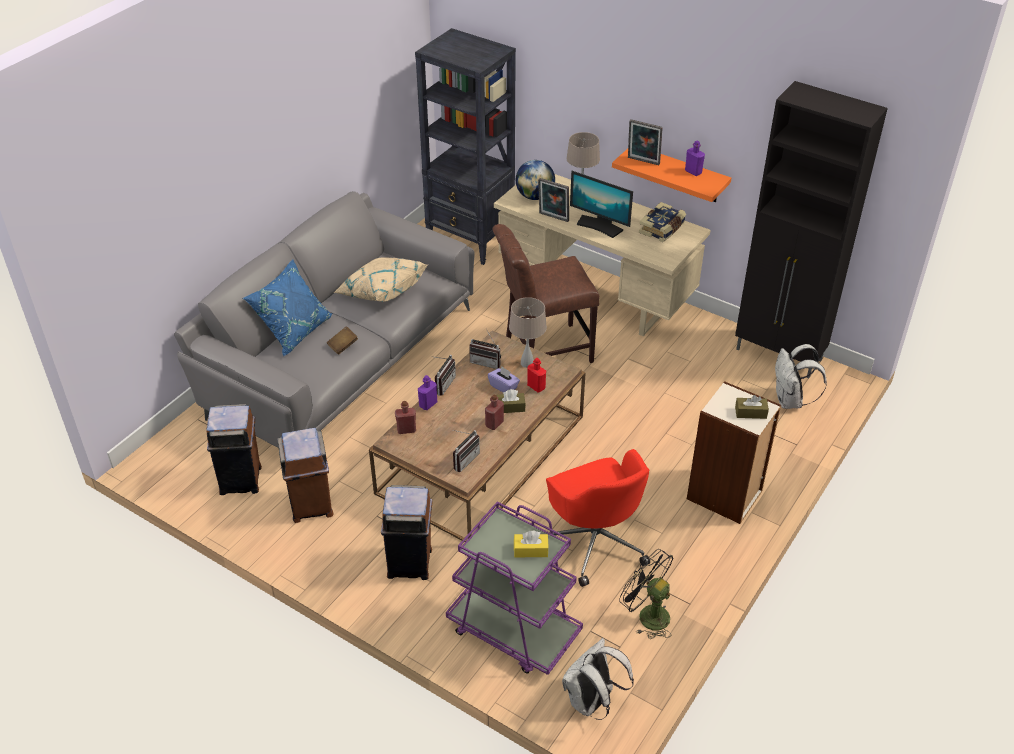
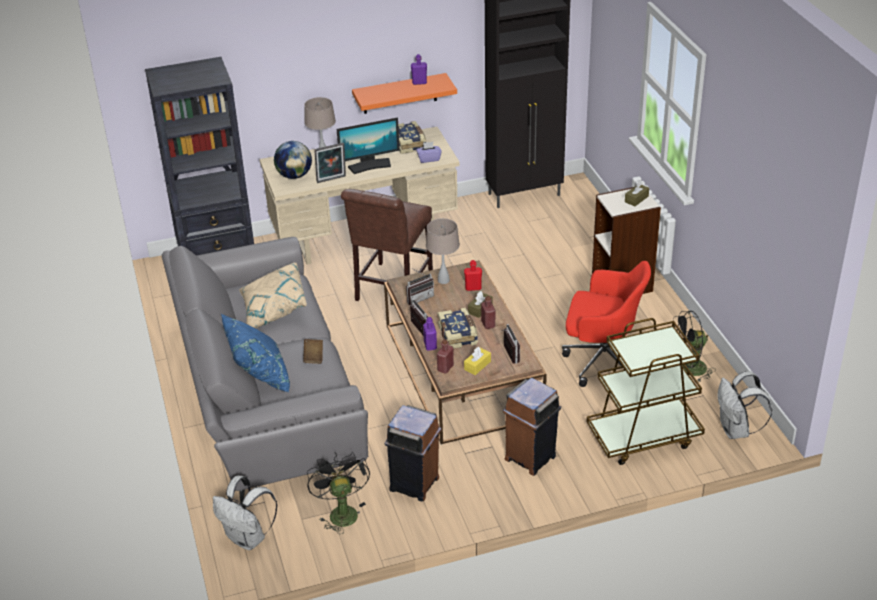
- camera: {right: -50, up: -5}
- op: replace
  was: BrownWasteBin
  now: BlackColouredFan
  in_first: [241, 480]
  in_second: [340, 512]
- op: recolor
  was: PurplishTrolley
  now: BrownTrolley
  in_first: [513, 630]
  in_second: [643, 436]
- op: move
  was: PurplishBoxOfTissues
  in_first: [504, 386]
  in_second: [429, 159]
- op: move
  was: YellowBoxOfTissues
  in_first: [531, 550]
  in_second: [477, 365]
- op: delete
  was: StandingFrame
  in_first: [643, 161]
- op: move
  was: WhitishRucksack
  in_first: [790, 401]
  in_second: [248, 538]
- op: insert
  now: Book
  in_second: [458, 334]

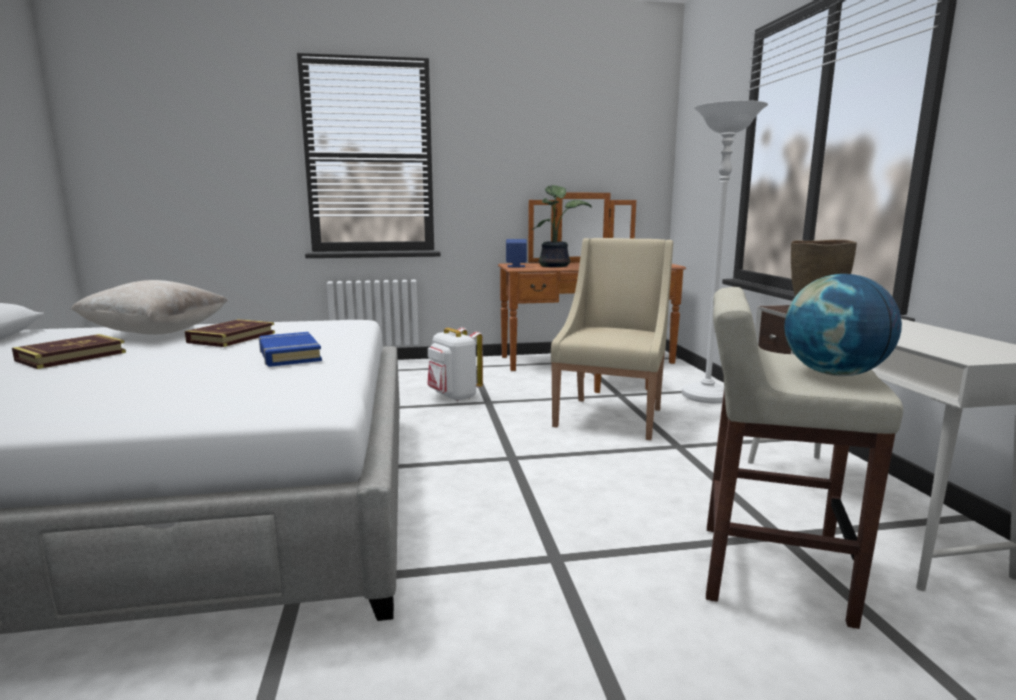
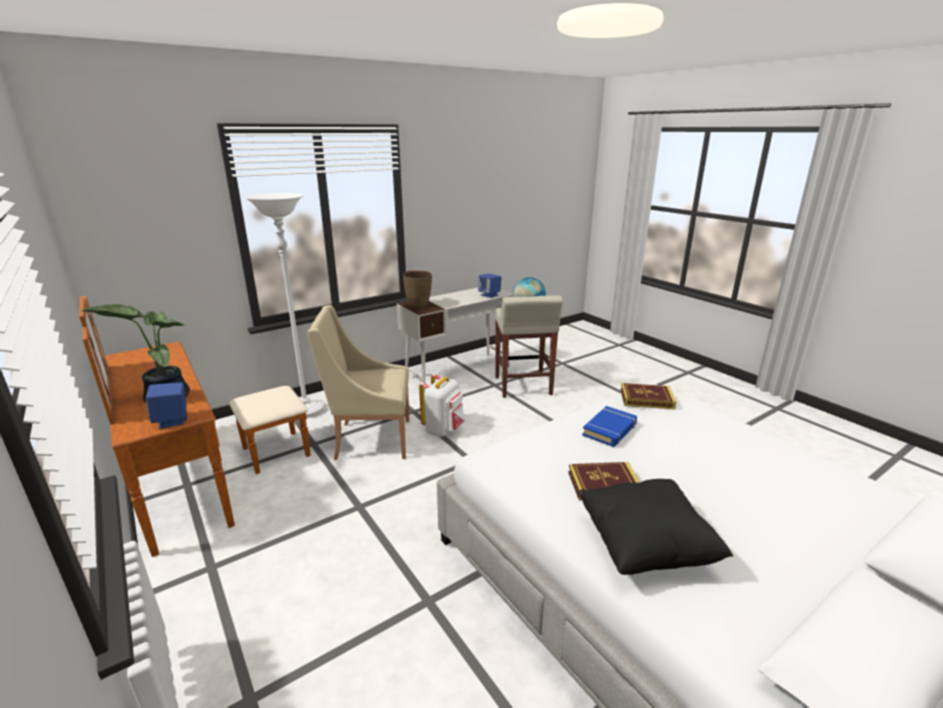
- camera: {right: -115, up: 10}
- op: move
  was: Book
  in_first: [71, 356]
  in_second: [646, 399]
- op: recolor
  was: BeigeColouredCushion
  now: BlackColouredCushion
  in_first: [156, 333]
  in_second: [645, 547]
- op: move
  was: WhitishRucksack
  in_first: [454, 397]
  in_second: [443, 430]
- op: insert
  now: BluishSpeaker
  in_second: [489, 295]

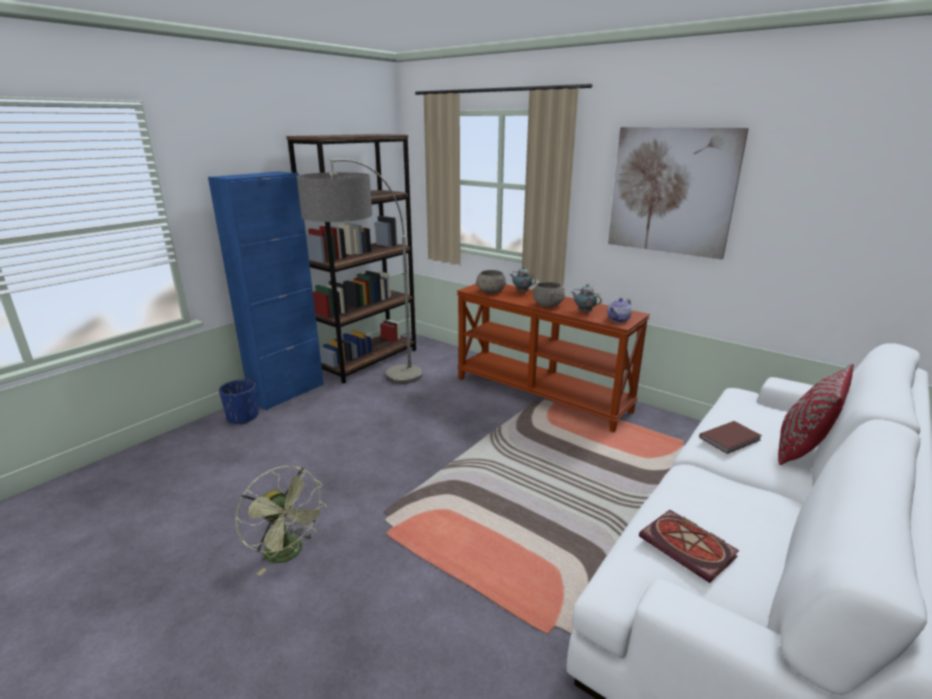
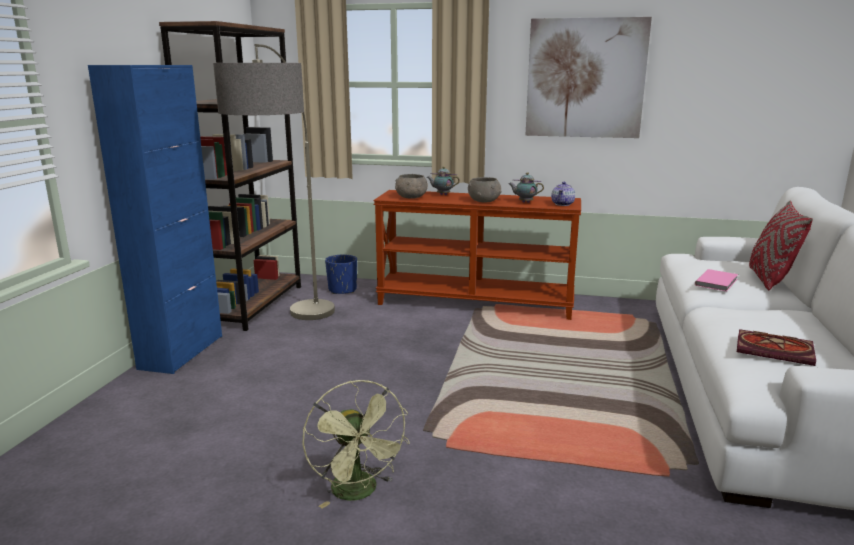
- camera: {right: -25, up: -5}
- op: move
  was: BluishPlantPot
  in_first: [243, 417]
  in_second: [342, 290]
- op: rotate
  was: GreenColouredFan
  in_first: [289, 554]
  in_second: [359, 493]
  clockwise: 45
- op: recolor
  was: BrownBook
  now: PinkBook
  in_first: [731, 439]
  in_second: [717, 282]

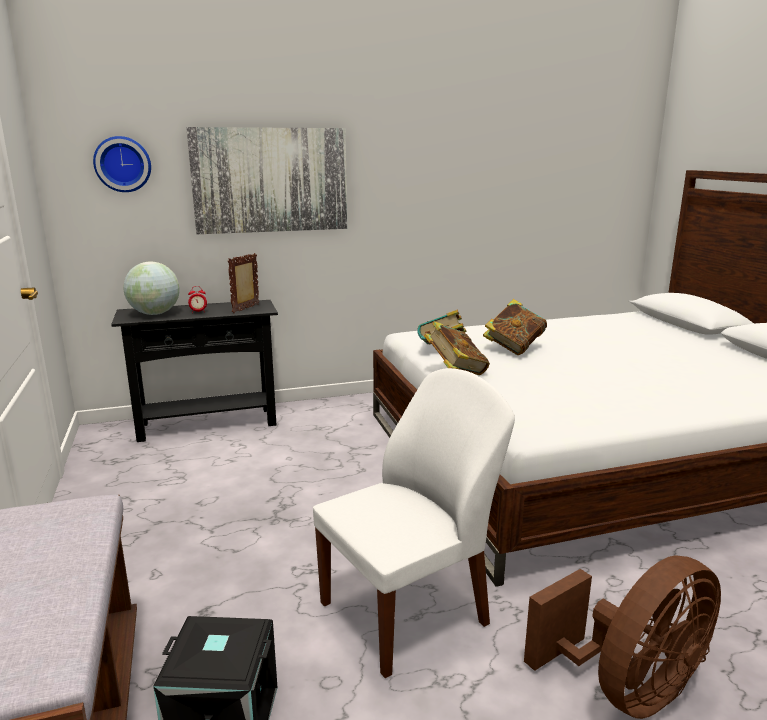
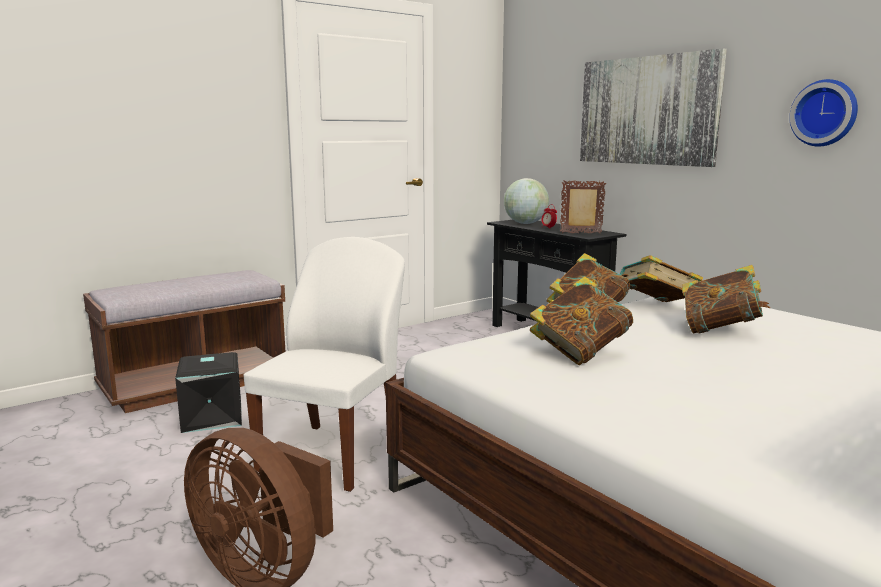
- camera: {right: 70, up: -5}
- op: move
  was: WallClock
  in_first: [123, 164]
  in_second: [825, 113]
- op: rotate
  was: WhitishPlainChair
  in_first: [408, 612]
  in_second: [334, 454]
  clockwise: -105
- op: insert
  now: Book
  in_second: [580, 353]

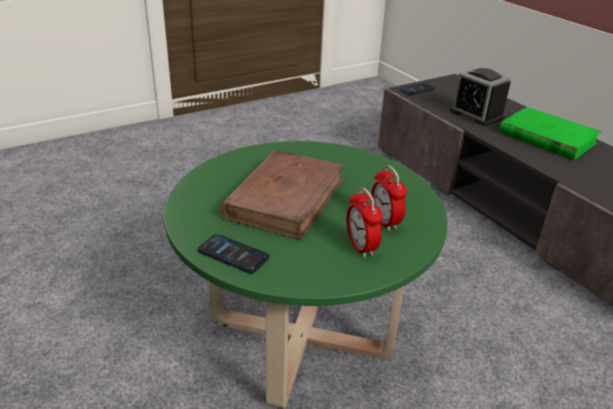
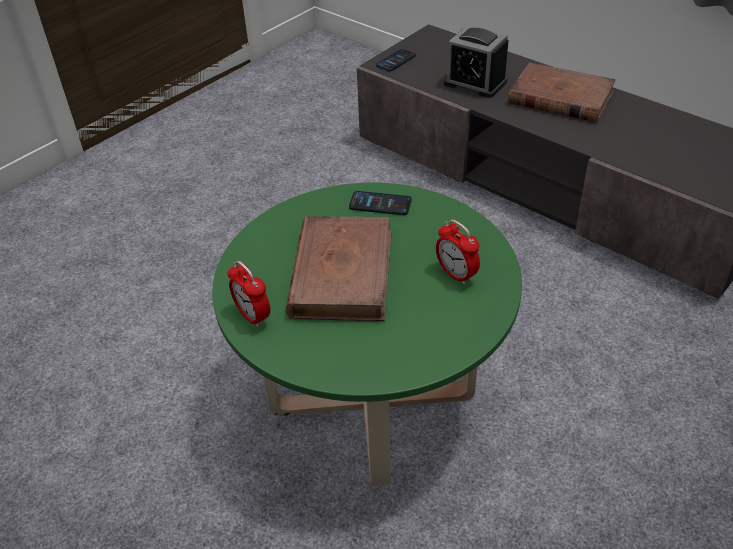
- camera: {right: -15, up: 10}
- op: move
  was: Phone
  in_first: [233, 254]
  in_second: [380, 204]
- op: move
  was: AlarmClock
  in_first: [361, 247]
  in_second: [253, 316]
- op: recolor
  was: GreenColouredBook
  now: BrownBook
  in_first: [546, 137]
  in_second: [559, 98]

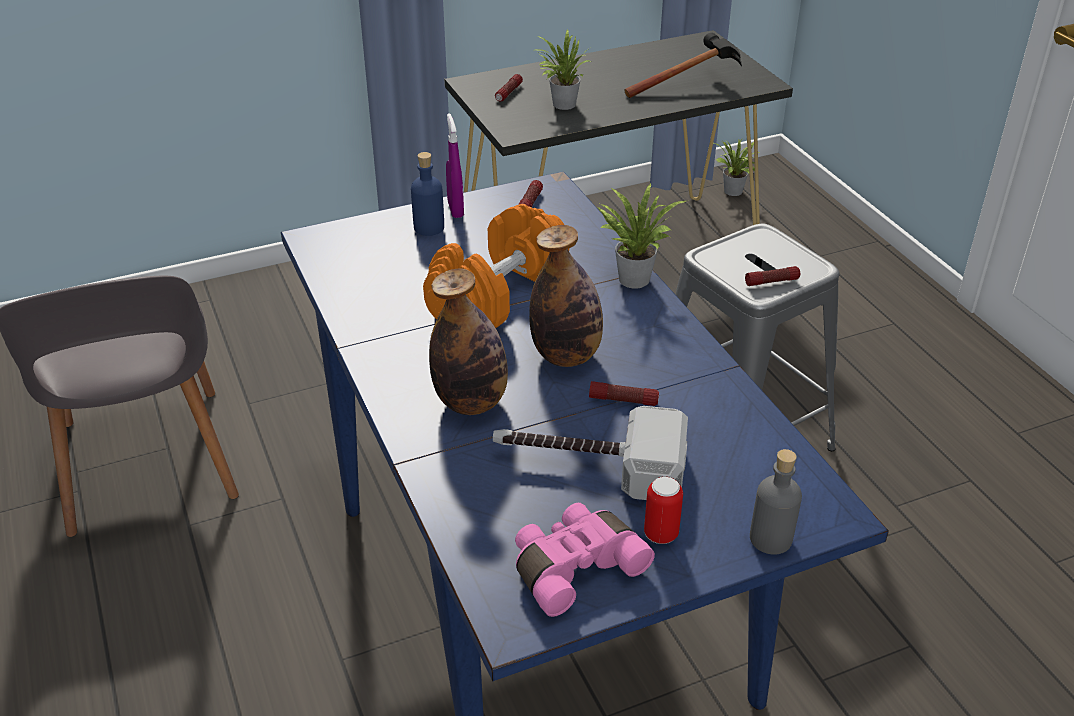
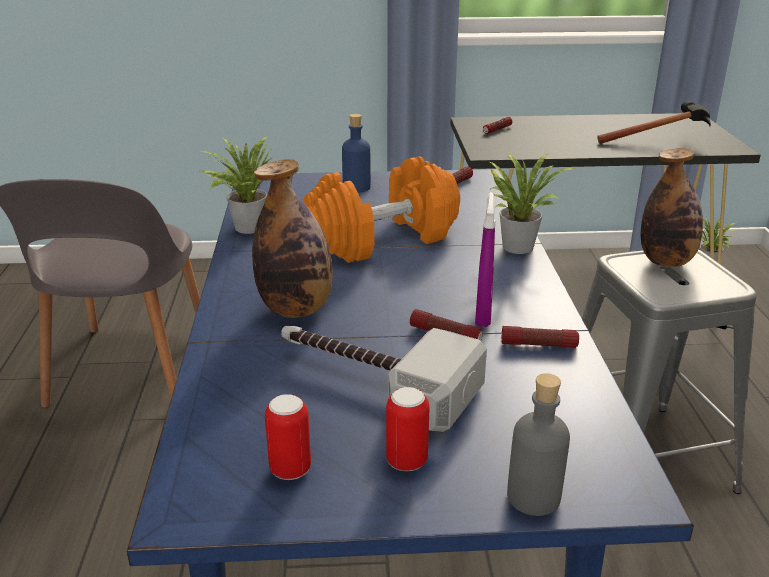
- camera: {right: 20, up: -10}
- op: move
  was: PurplishSprayer
  in_first: [455, 209]
  in_second: [483, 316]
- op: replace
  was: PinkPairOfBinoculars
  now: SealedCan
  in_first: [574, 566]
  in_second: [290, 469]
- op: move
  was: Bottle
  in_first: [566, 356]
  in_second: [666, 262]
- op: move
  was: PlantInAPot
  in_first: [561, 104]
  in_second: [245, 227]
- op: move
  was: HandTorch
  in_first: [772, 281]
  in_second: [538, 345]

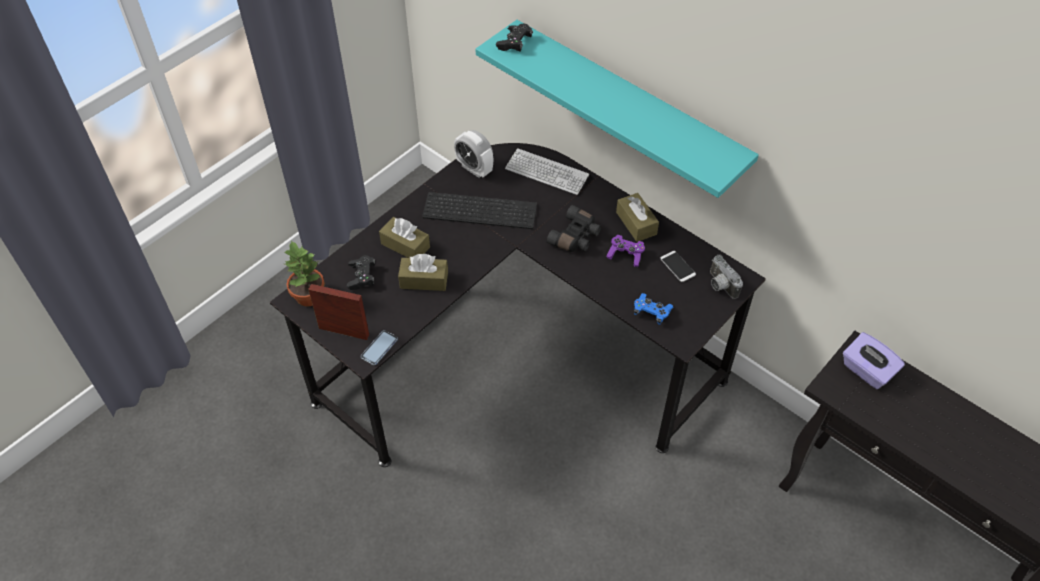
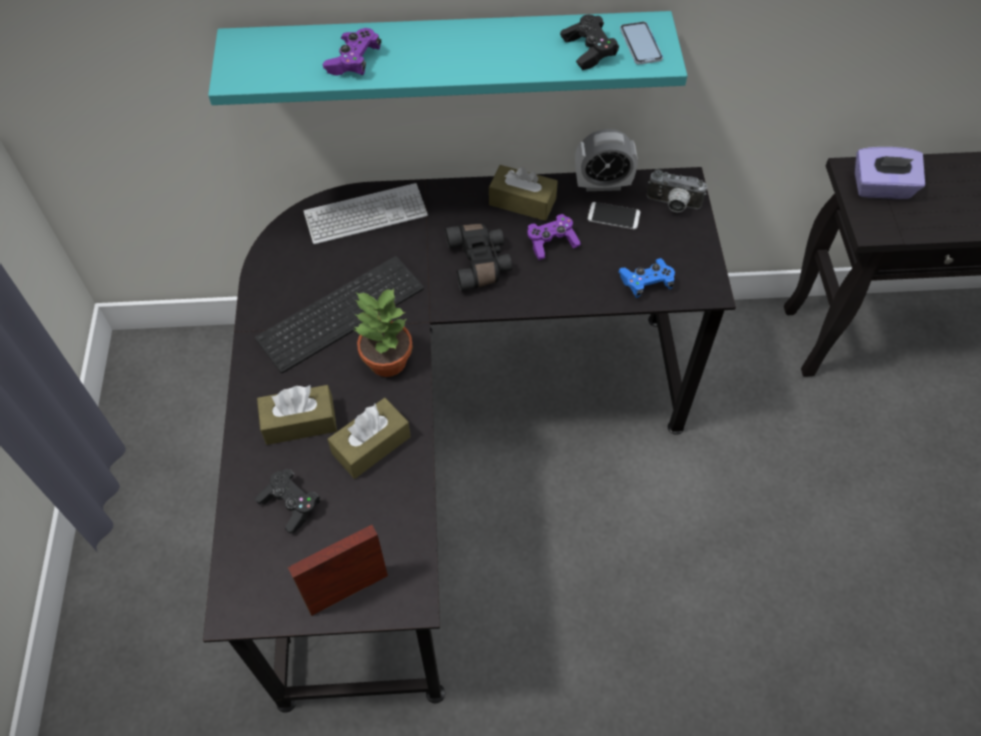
- camera: {right: -45, up: 5}
- op: move
  was: PlantInAPot
  in_first: [308, 295]
  in_second: [386, 361]
- op: move
  was: Phone
  in_first: [379, 348]
  in_second: [640, 44]
- op: move
  was: AlarmClock
  in_first: [474, 168]
  in_second: [602, 184]
- op: move
  was: BlackColouredJoypad
  in_first: [514, 43]
  in_second: [588, 50]
- op: insert
  now: PurplishJoypad
  in_second: [354, 61]

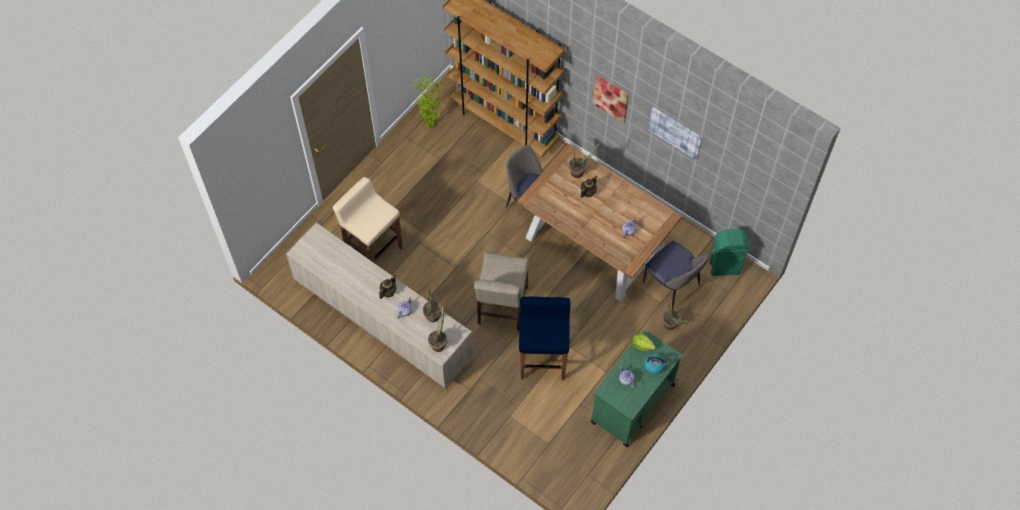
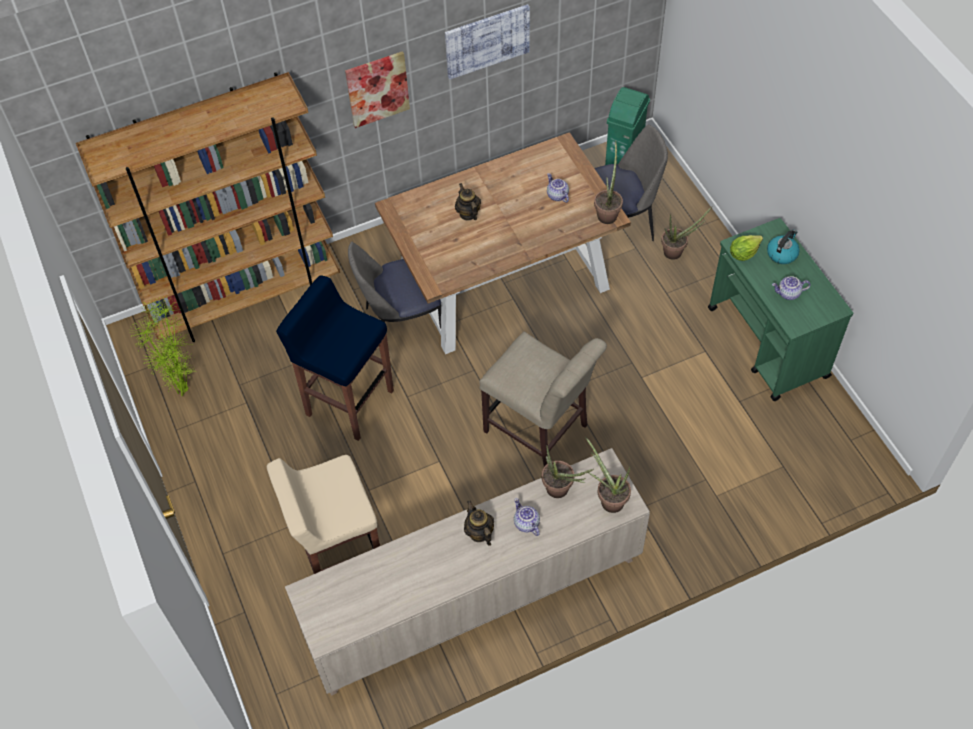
- camera: {right: -60, up: -5}
- op: move
  was: BluishStool
  in_first: [543, 360]
  in_second: [348, 402]
- op: move
  was: PlantInAPot
  in_first: [579, 172]
  in_second: [607, 213]

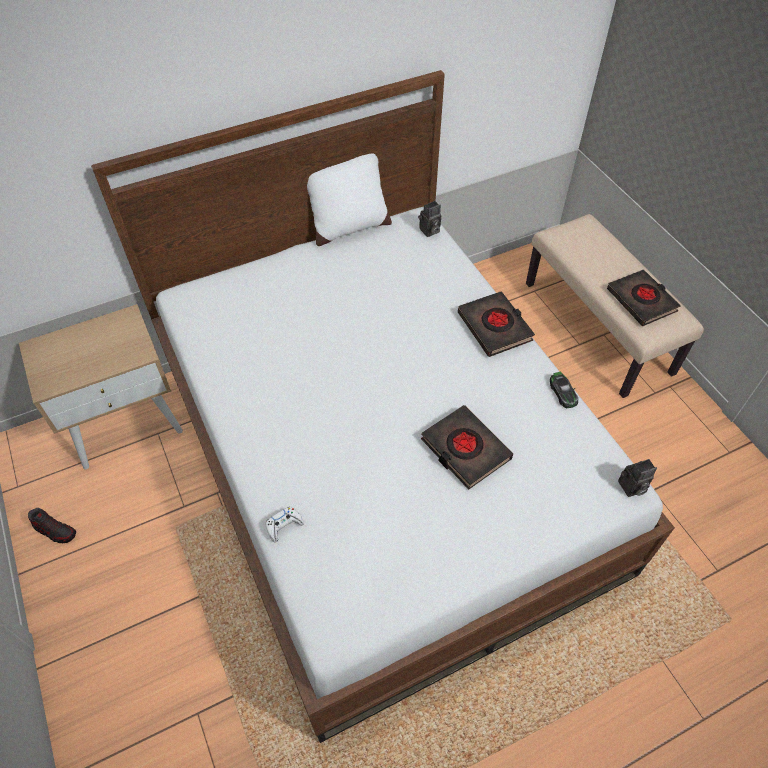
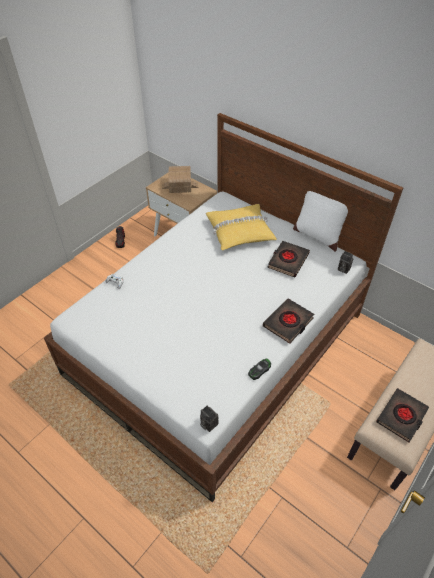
- camera: {right: 65, up: -5}
- op: move
  was: BlackColouredBook
  in_first: [465, 449]
  in_second: [288, 261]
- op: insert
  now: ToyHouse
  in_second: [180, 185]
- op: insert
  now: YellowCushion
  in_second: [240, 232]

